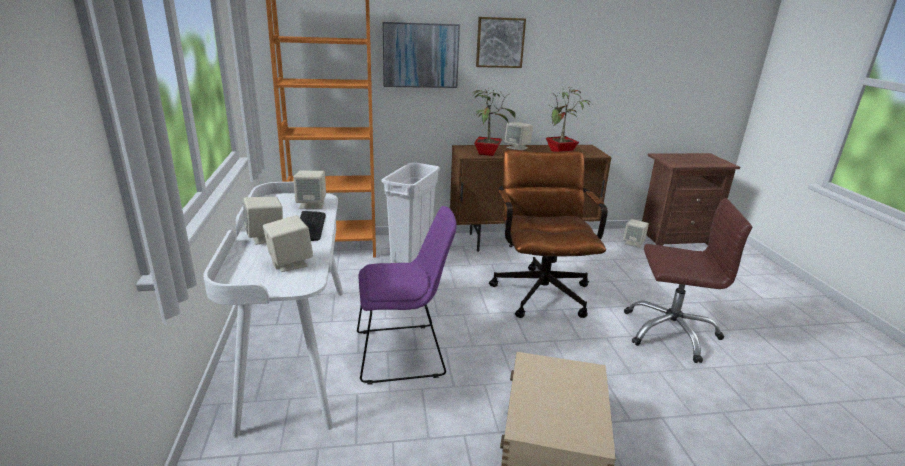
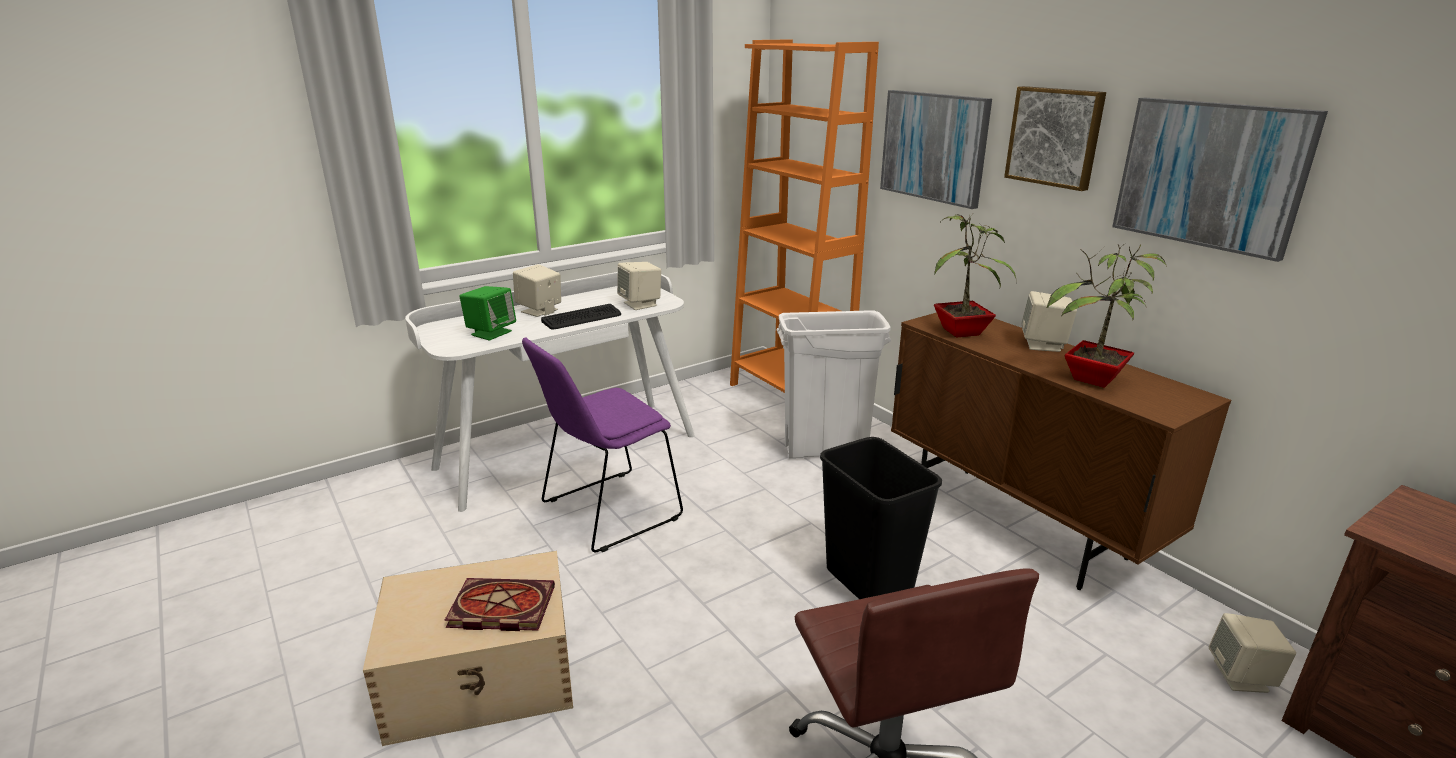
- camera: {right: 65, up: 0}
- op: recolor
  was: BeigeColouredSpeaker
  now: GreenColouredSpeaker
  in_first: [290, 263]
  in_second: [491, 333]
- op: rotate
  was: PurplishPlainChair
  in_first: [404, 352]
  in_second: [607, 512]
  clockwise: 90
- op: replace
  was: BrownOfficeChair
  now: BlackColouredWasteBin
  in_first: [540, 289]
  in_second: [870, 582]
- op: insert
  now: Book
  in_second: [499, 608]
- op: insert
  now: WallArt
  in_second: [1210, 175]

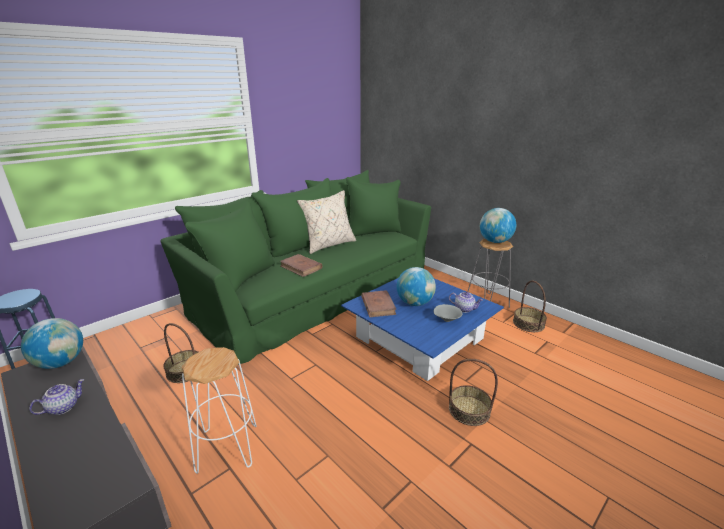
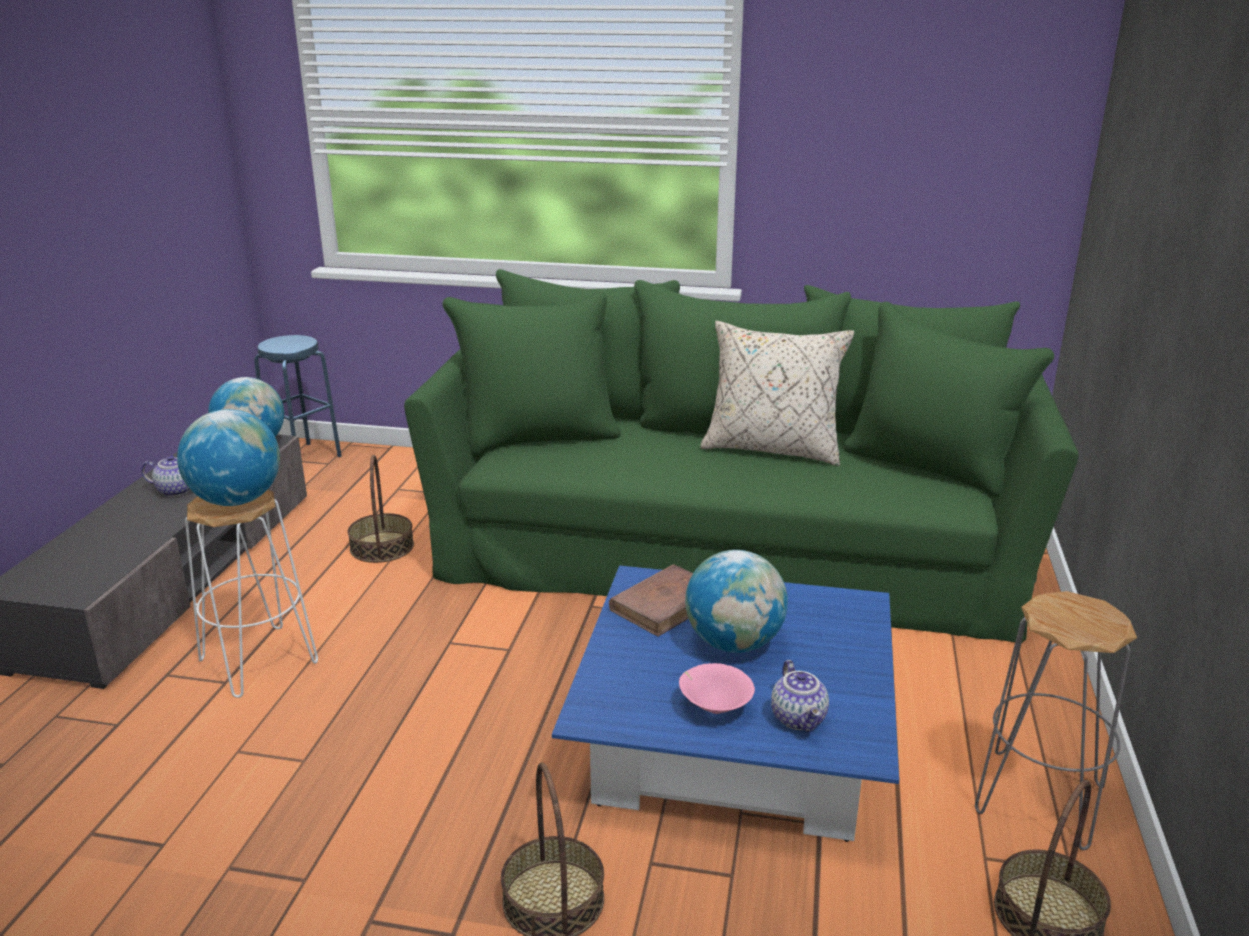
- camera: {right: 55, up: 0}
- op: delete
  was: BrownBook
  in_first: [301, 267]
- op: recolor
  was: GreyBowl
  now: PinkBowl
  in_first: [446, 320]
  in_second: [714, 707]
- op: move
  was: DeskGlobe
  in_first: [495, 241]
  in_second: [236, 501]

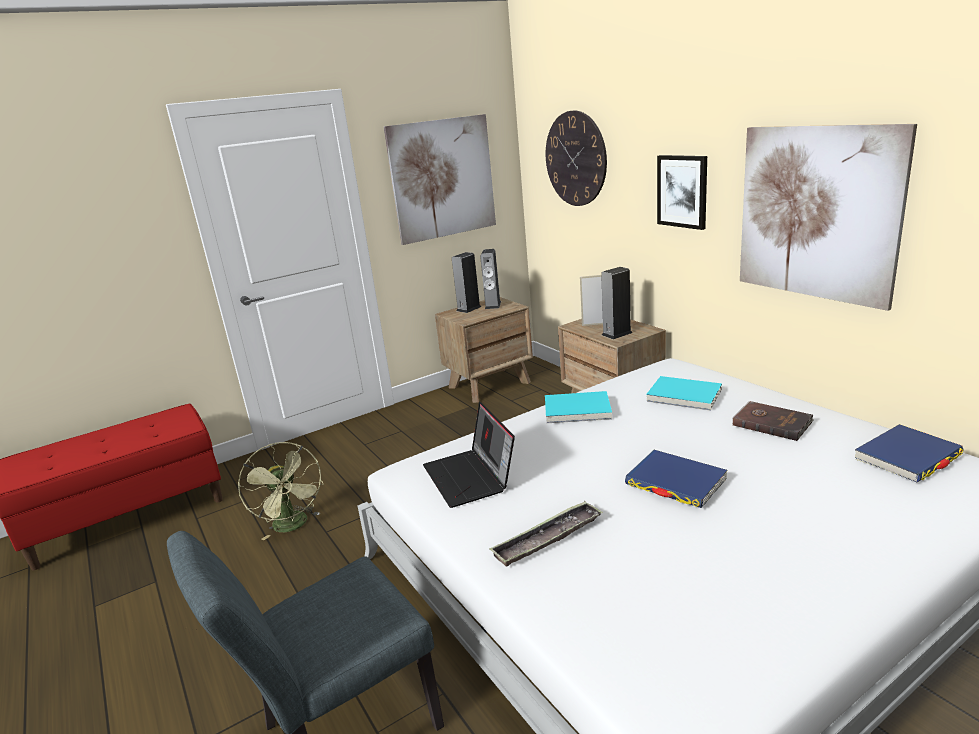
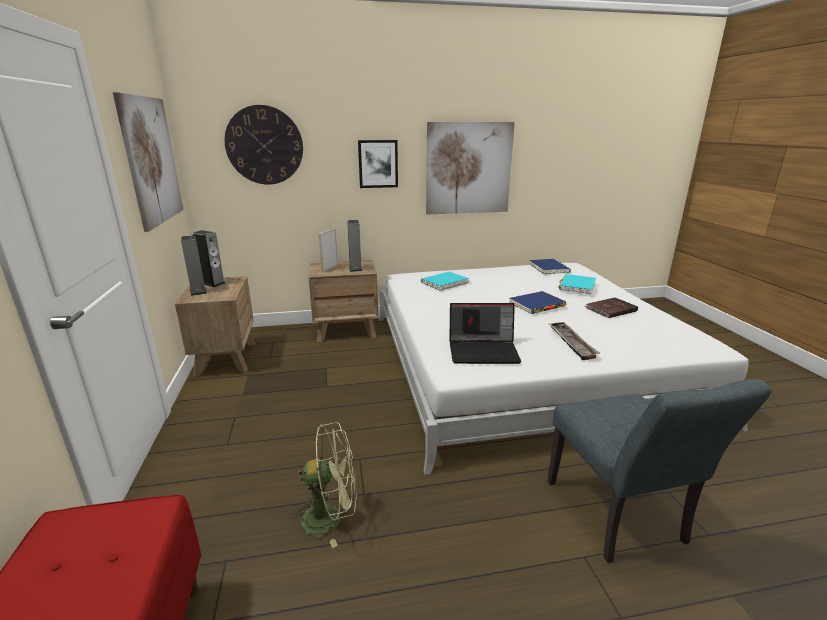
- camera: {right: -70, up: 0}
- op: move
  was: TurquoiseBook
  in_first: [577, 410]
  in_second: [577, 286]
- op: move
  was: BrownBook
  in_first: [771, 423]
  in_second: [610, 309]

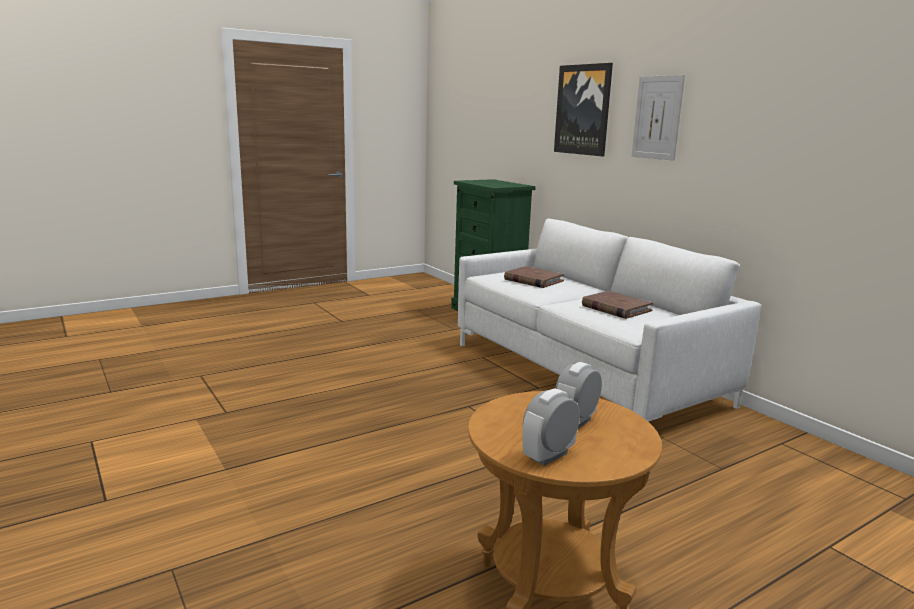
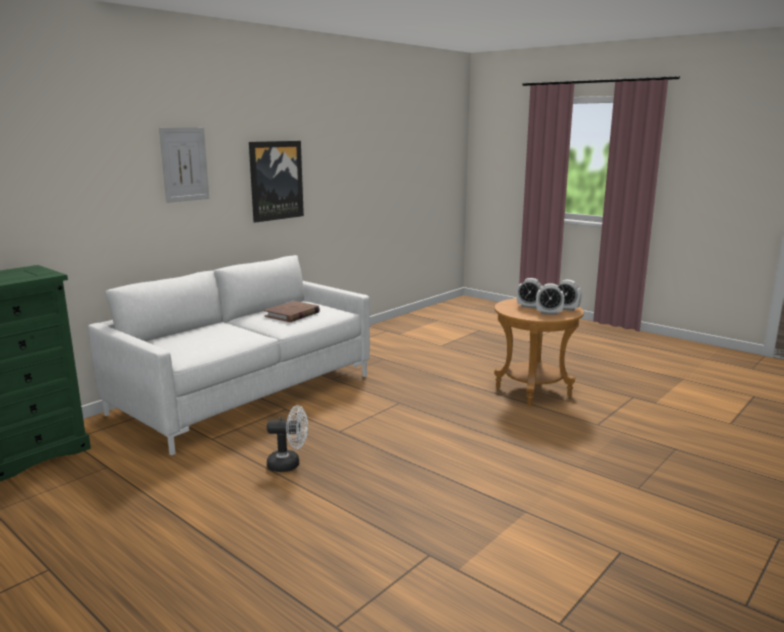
- camera: {right: -105, up: 0}
- op: delete
  was: BrownBook
  in_first: [533, 280]
- op: move
  was: WallArt
  in_first: [583, 110]
  in_second: [276, 180]
- op: insert
  now: WhitishFan
  in_second: [289, 464]
- op: insert
  now: AlarmClock
  in_second: [549, 313]

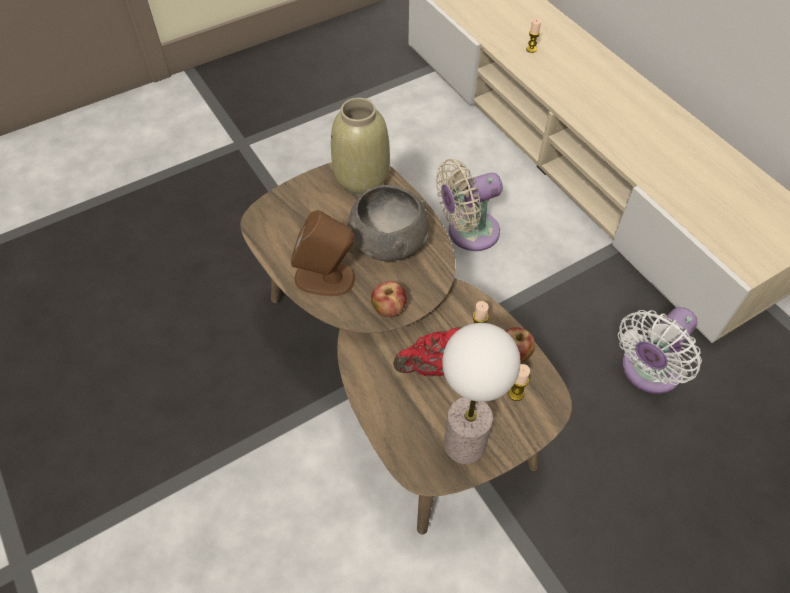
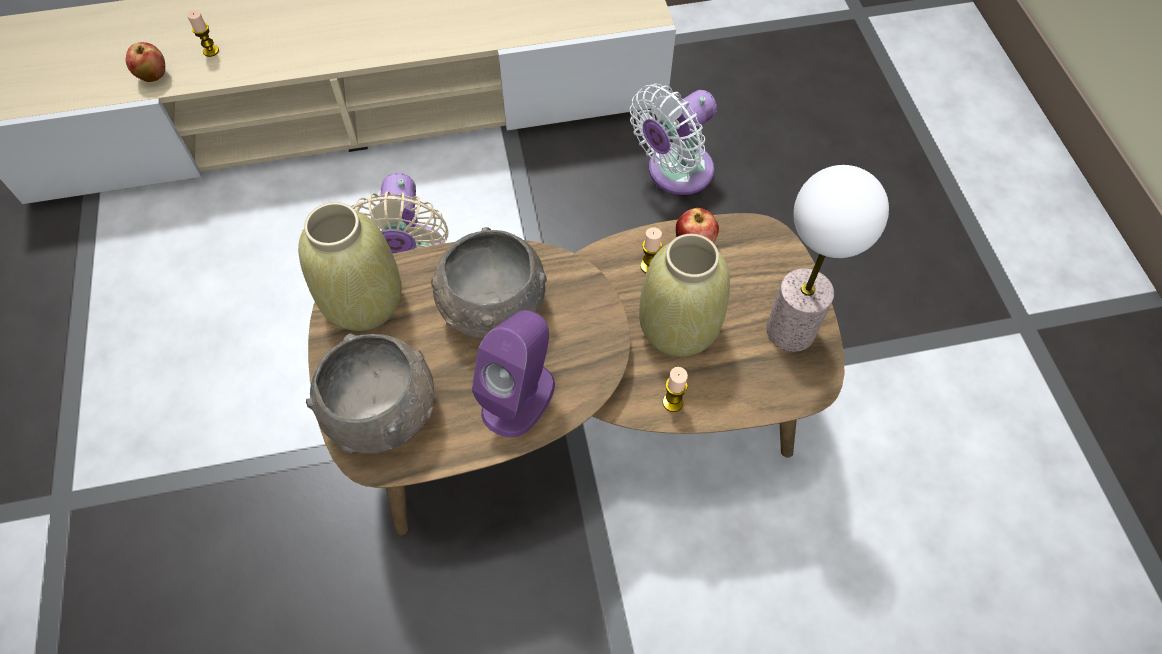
- camera: {right: -70, up: 5}
- op: recolor
  was: BrownSpeaker
  now: PurplishSpeaker
  in_first: [325, 278]
  in_second: [519, 397]
- op: move
  was: Apple
  in_first: [389, 309]
  in_second: [153, 76]
- op: replace
  was: ReddishTeapot
  now: BeigeColouredVase
  in_first: [430, 366]
  in_second: [679, 329]
- op: move
  was: Candle
  in_first: [516, 393]
  in_second: [672, 402]
- op: rotate
  was: WhitishFan
  in_first: [647, 372]
  in_second: [674, 173]
  clockwise: 75
- op: insert
  now: GreyBowl
  in_second: [382, 410]

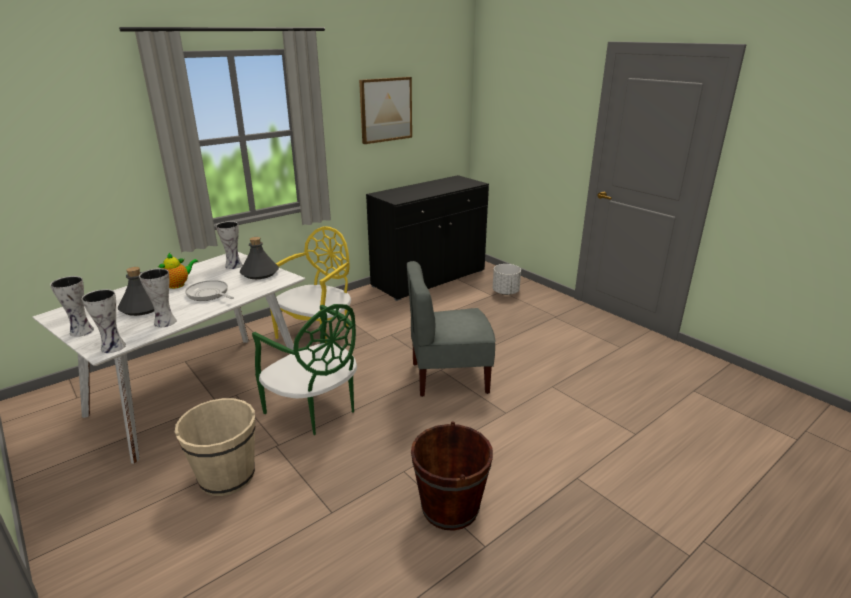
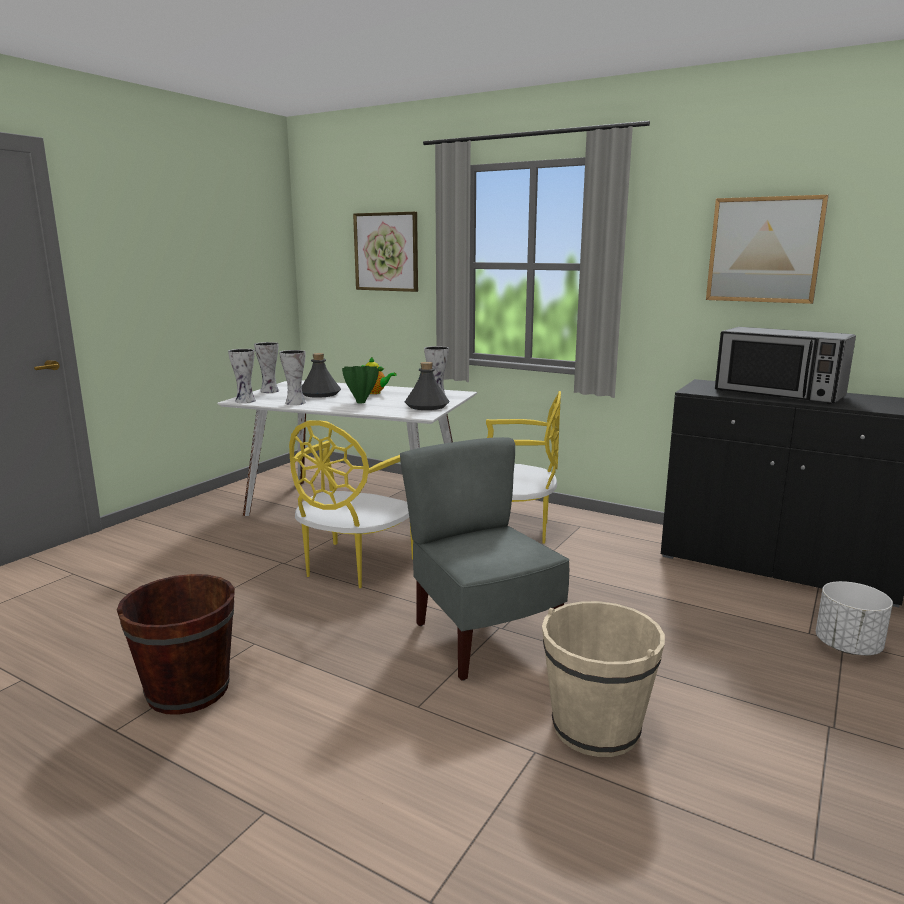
- camera: {right: 70, up: -10}
- op: move
  was: BeigeColouredPail
  in_first: [227, 476]
  in_second: [596, 728]
- op: replace
  was: FryingPan
  now: GreenColouredVase
  in_first: [209, 294]
  in_second: [361, 402]
- op: recolor
  was: GreenColouredPlainChair
  now: YellowPlainChair
  in_first: [315, 410]
  in_second: [353, 566]
- op: insert
  now: WallArt
  in_second: [386, 252]
- op: insert
  now: Microwave
  in_second: [779, 393]

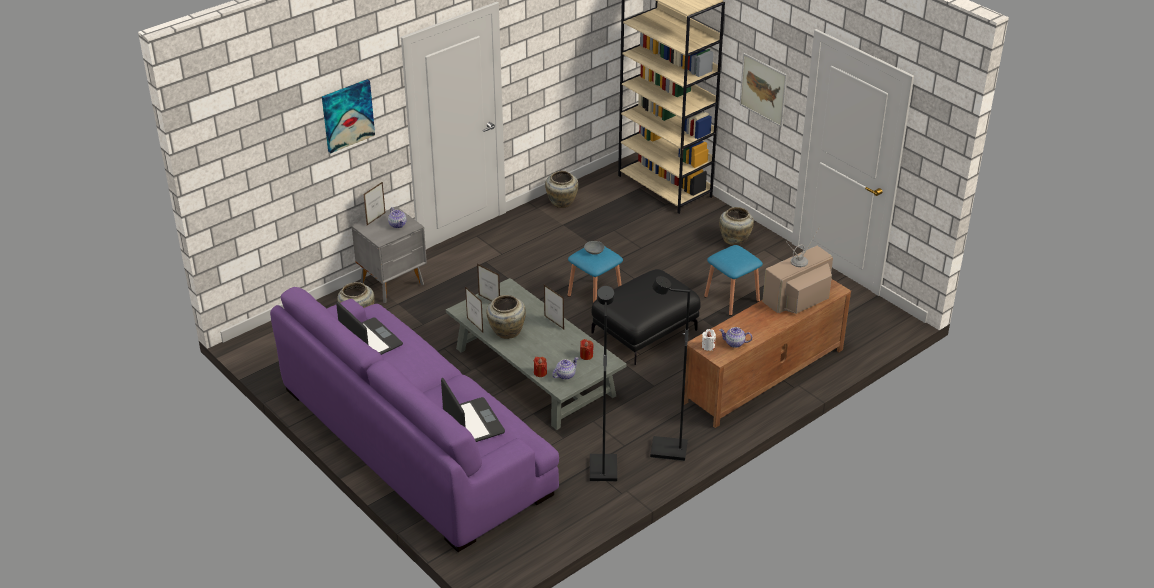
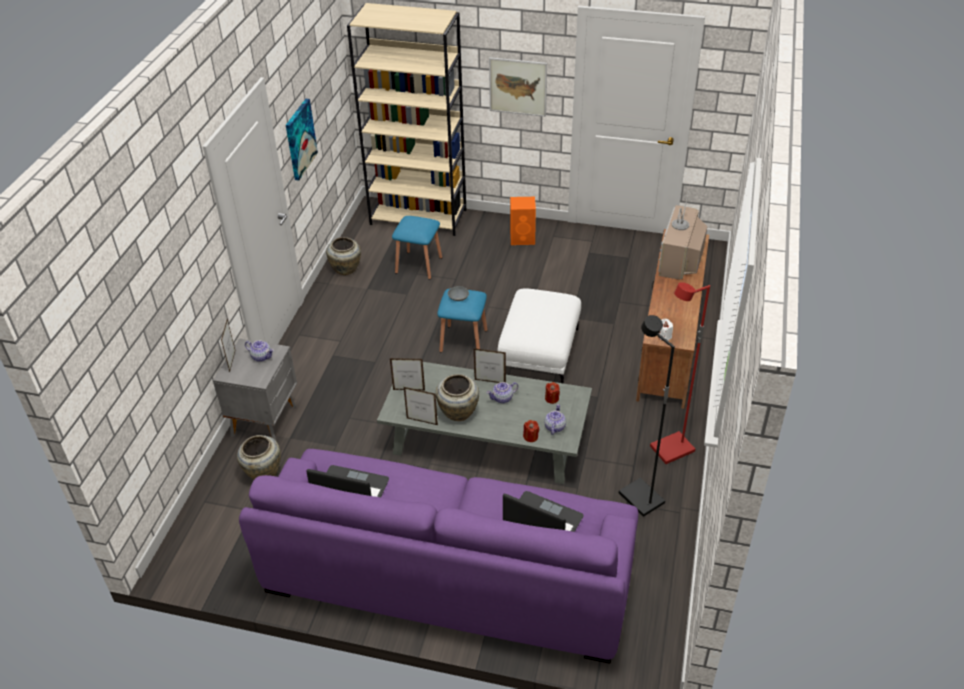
- camera: {right: -35, up: 5}
- op: move
  was: WallArt
  in_first: [347, 115]
  in_second: [300, 139]
- op: recolor
  was: BlackColouredPouffe
  now: WhitishPouffe
  in_first: [645, 333]
  in_second: [539, 353]
- op: recolor
  was: BlackColouredStandardLamp
  now: ReddishStandardLamp
  in_first: [668, 451]
  in_second: [672, 450]
- op: move
  was: BluishStool
  in_first: [732, 298]
  in_second: [418, 265]
- op: replace
  was: BeigeColouredVase
  now: OrangeySpeaker
  in_first: [735, 240]
  in_second: [523, 238]
- op: move
  was: Teapot
  in_first: [735, 343]
  in_second: [502, 398]

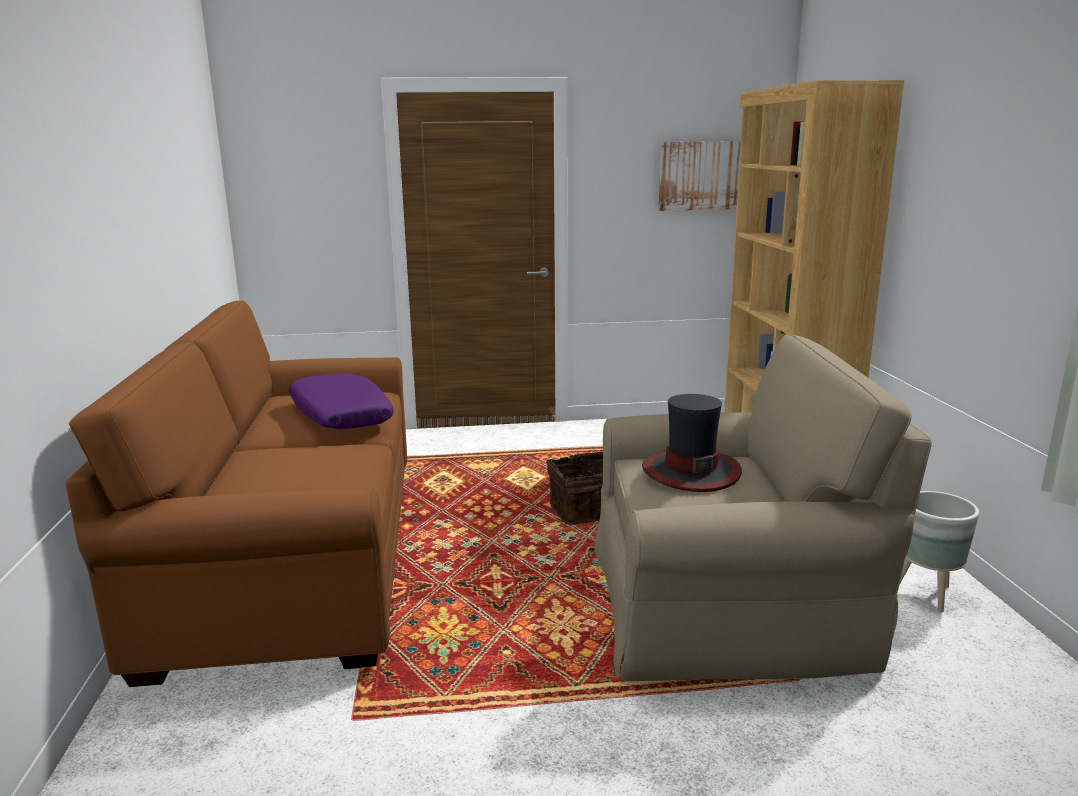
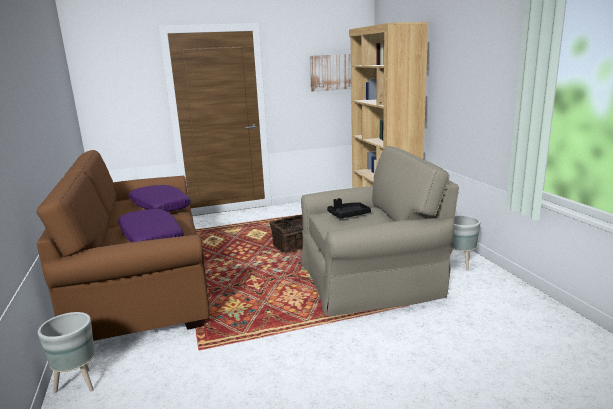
- camera: {right: -10, up: 0}
- op: replace
  was: Hat
  now: BlackColouredCarryingTray
  in_first: [690, 471]
  in_second: [348, 215]
- op: insert
  now: GreyPlantPot
  in_second: [78, 384]
- op: insert
  now: PurplishCushion
  in_second: [150, 237]

